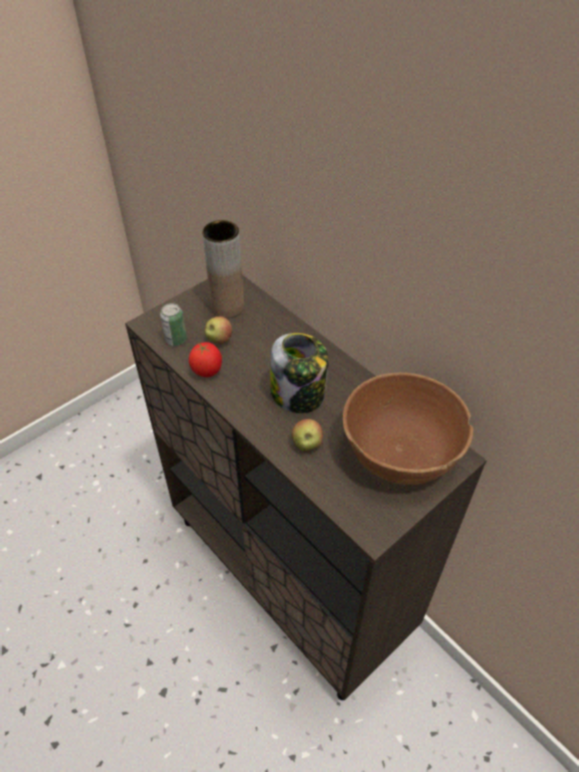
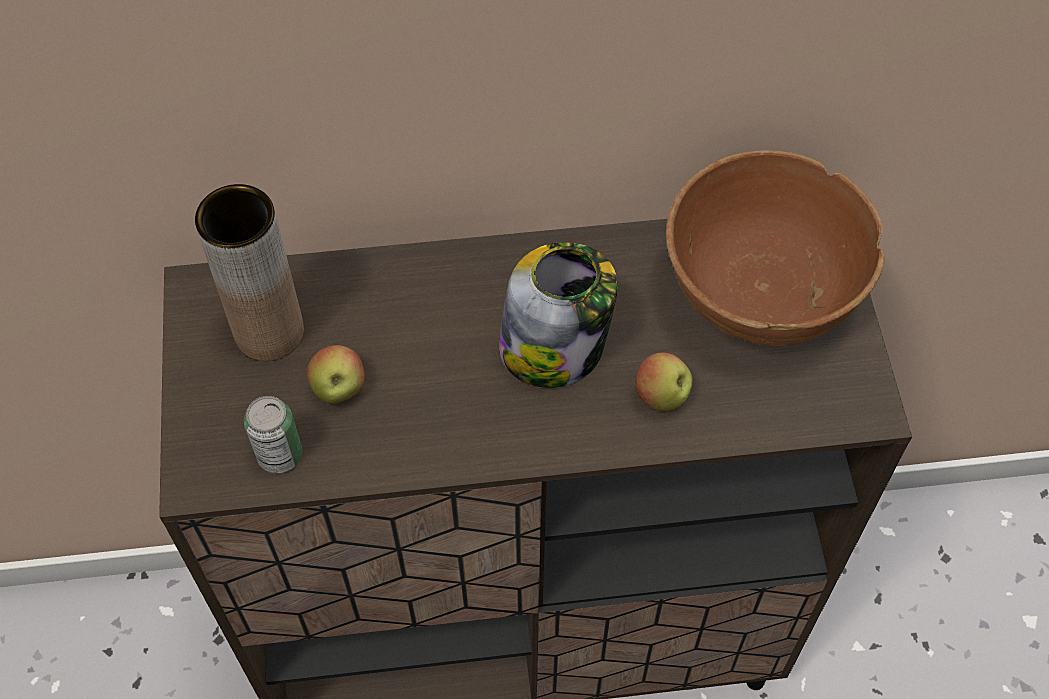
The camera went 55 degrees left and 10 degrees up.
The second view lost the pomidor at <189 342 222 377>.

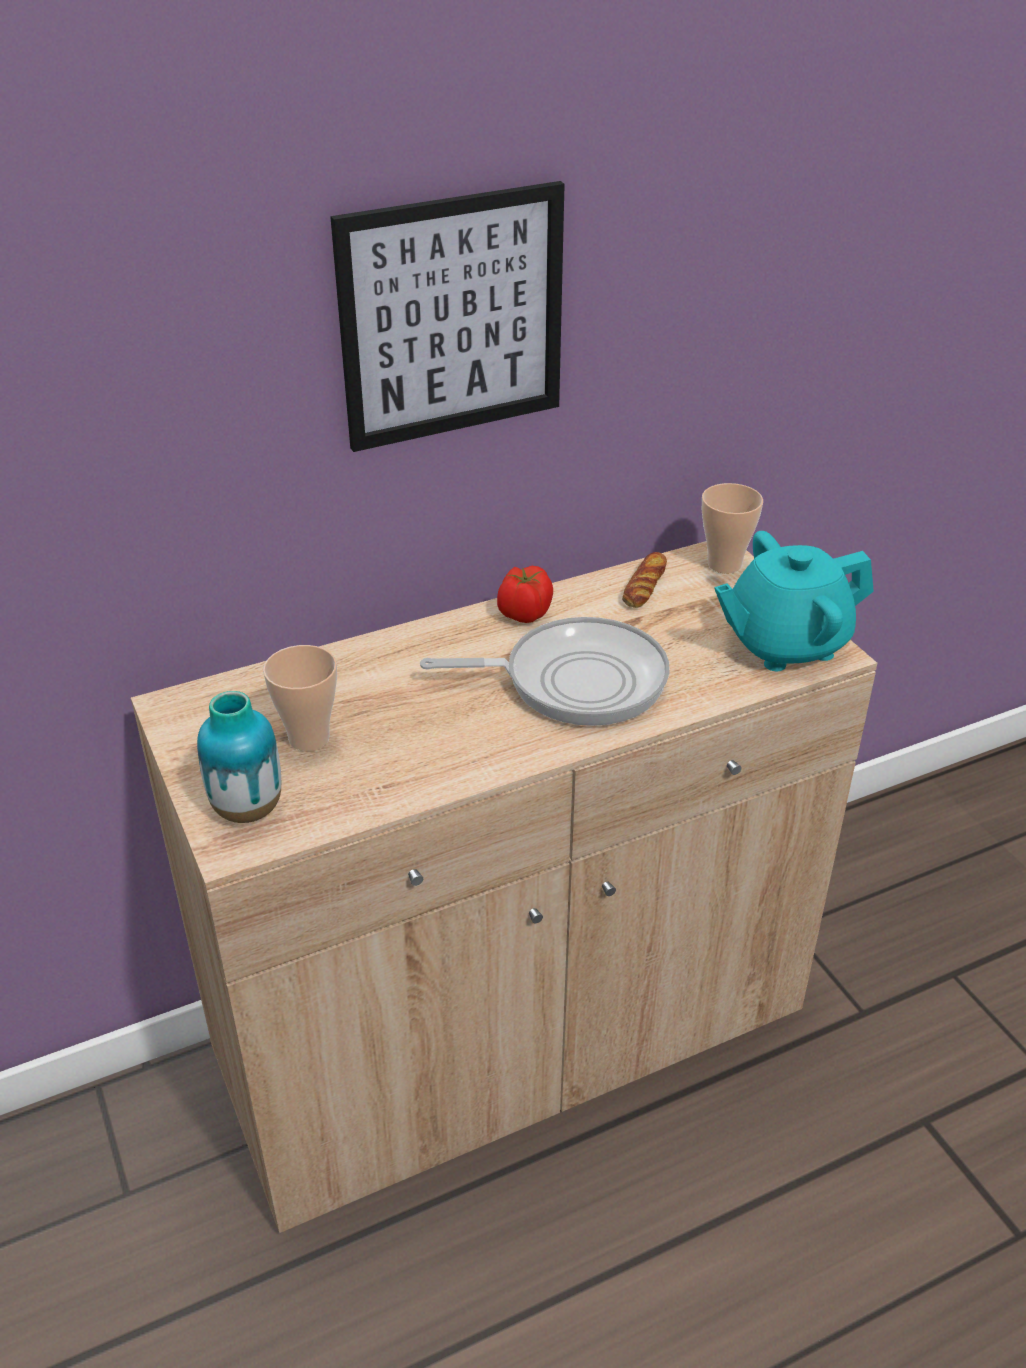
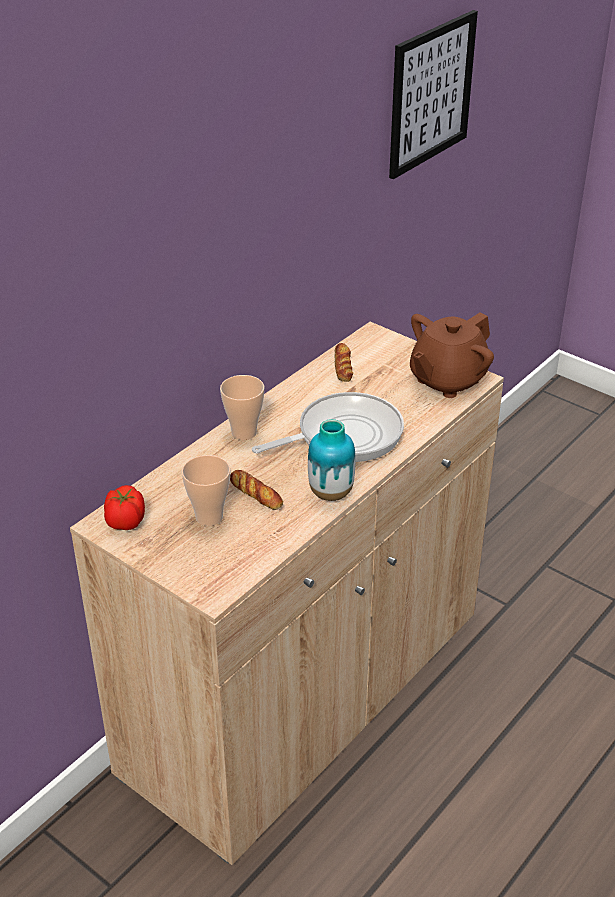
The camera went 25 degrees left and 0 degrees up.
The wazon ended up elsewhere, having gone from <197 691 281 823> to <308 419 355 501>.
The obraz ended up elsewhere, having gone from <330 181 565 452> to <389 10 478 179>.
The pomidor ended up elsewhere, having gone from <497 566 553 623> to <104 485 145 530>.
The filiżanka ended up elsewhere, having gone from <702 483 763 573> to <220 375 265 440>.
What was the imbryk/turkusowy at <714 531 874 671> turned into the imbryk/brązowy at <410 312 494 398>.
The second view gained the chleb at <230 470 283 510>.

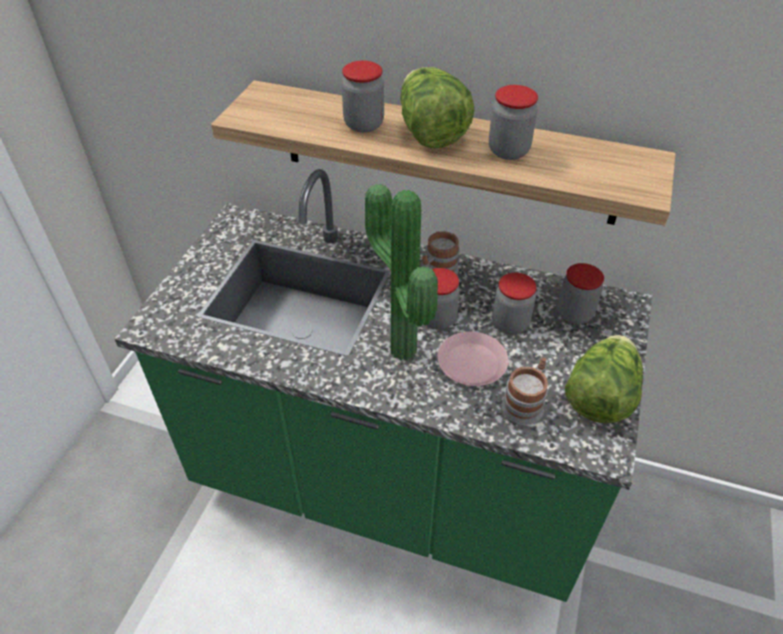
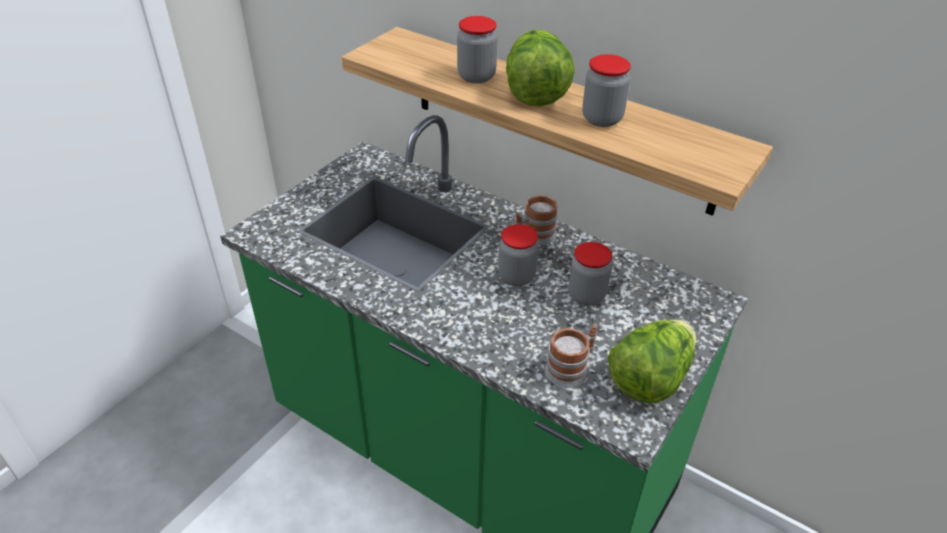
The camera went 15 degrees right and 5 degrees down.
The second view lost the roślina doniczkowa at <365 184 438 360>.
The second view lost the talerz/różowy at <437 332 509 386>.
The second view lost the słoik at <557 263 604 324>.

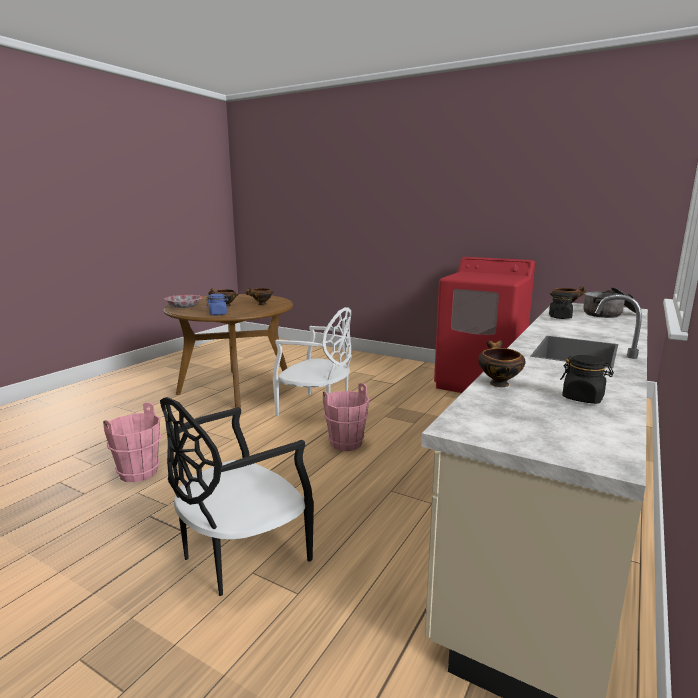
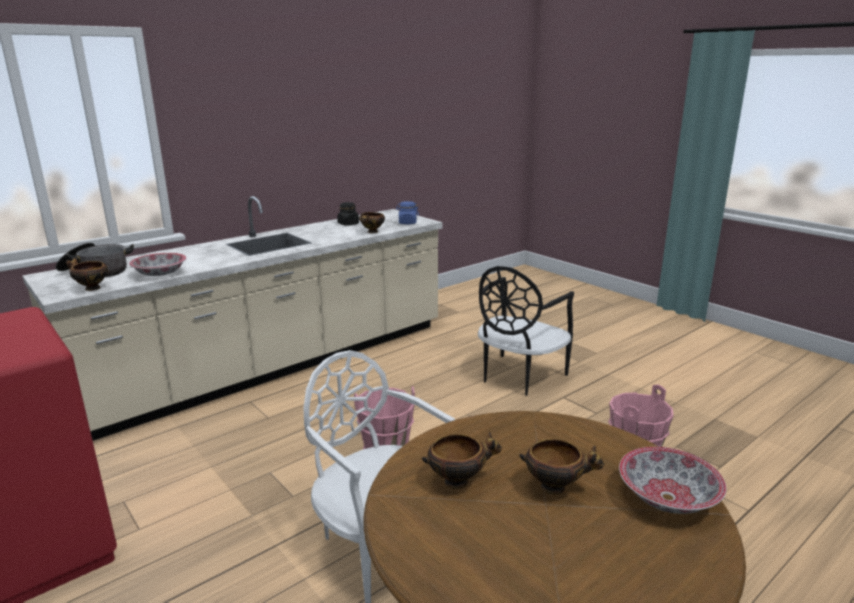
The camera went 160 degrees left and 5 degrees up.
The krzesło/czarny at <160 397 314 596> ended up facing another way, 150 degrees clockwise from before.
The słoik/niebieski ended up elsewhere, having gone from <206 294 229 315> to <396 201 419 224>.
Where the słoik/czarny stood at <549 293 573 319>, the miska came to stand at <129 253 186 276>.

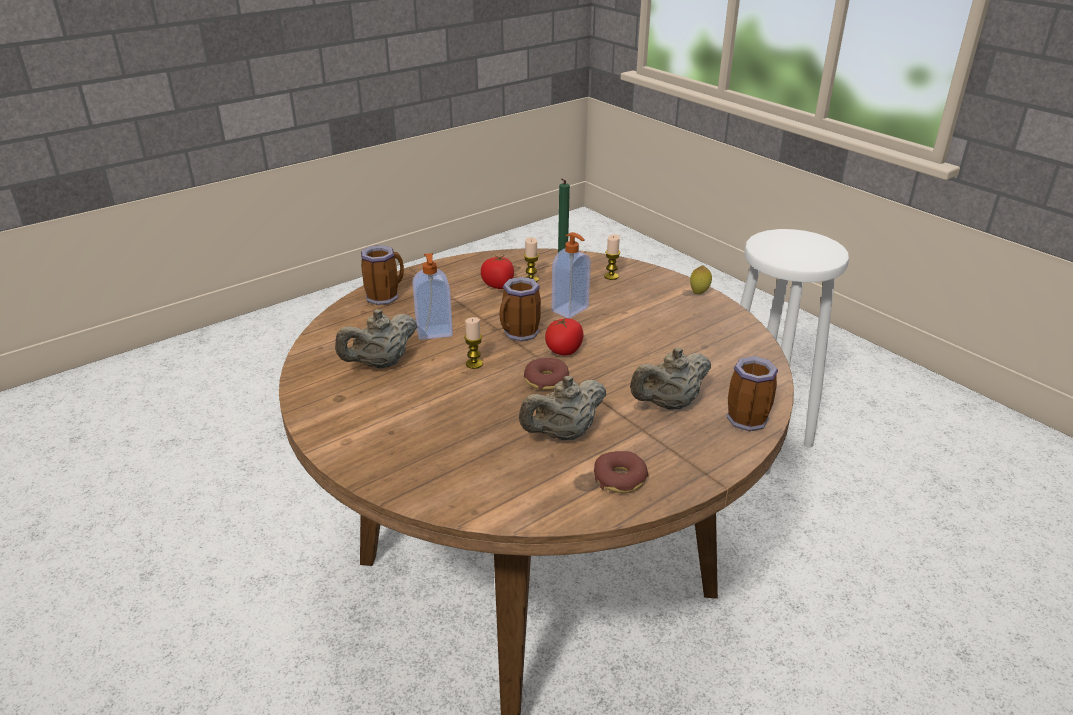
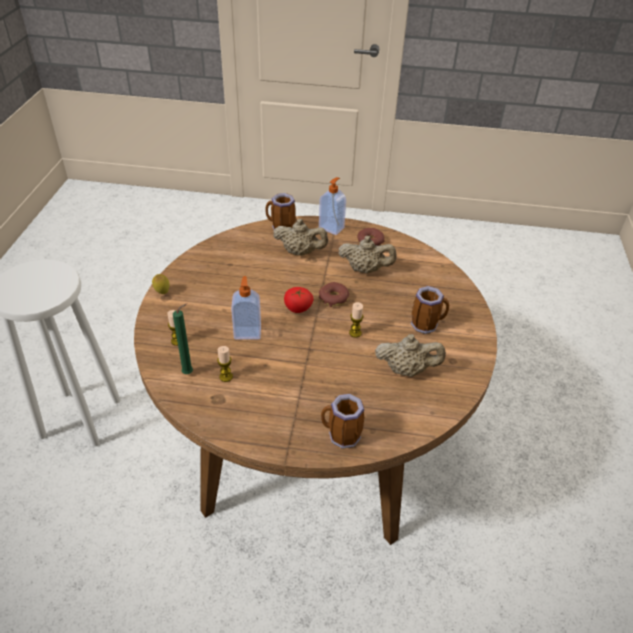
The camera went 135 degrees left and 10 degrees up.
The dozownik mydła ended up elsewhere, having gone from <412 253 453 340> to <319 177 346 235>.
The second view lost the pomidor at <481 255 514 289>.
The kubek ended up elsewhere, having gone from <499 277 541 342> to <411 286 449 334>.

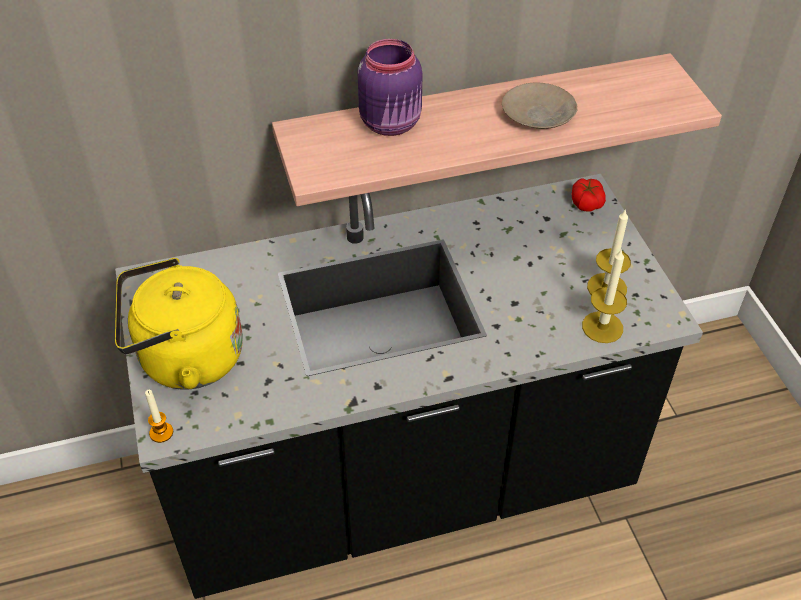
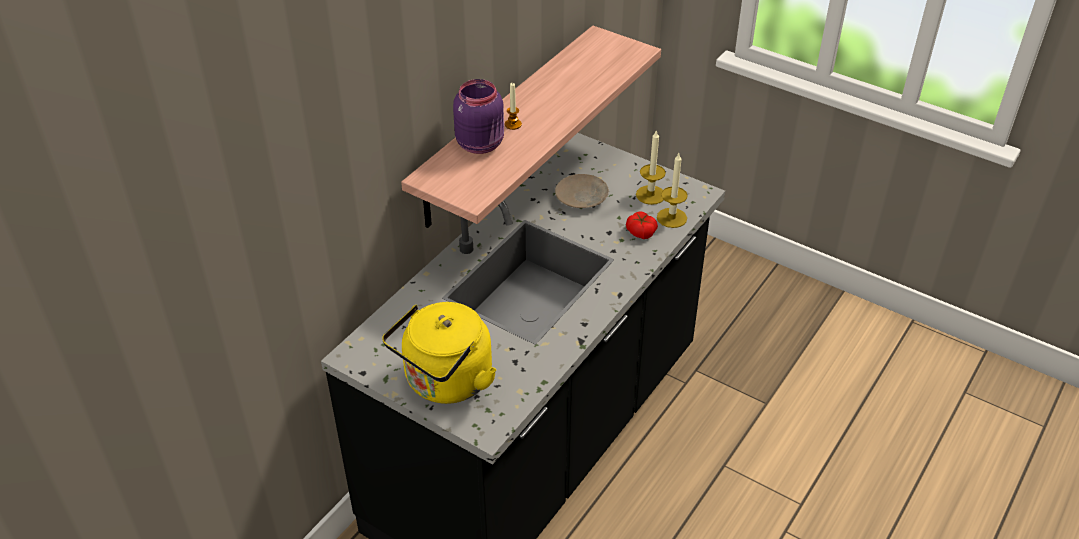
The camera went 40 degrees left and 5 degrees down.
The świeca ended up elsewhere, having gone from <145 390 173 443> to <505 82 522 130>.
The talerz/beżowy ended up elsewhere, having gone from <502 83 577 129> to <555 174 609 208>.
The pomidor ended up elsewhere, having gone from <572 178 606 212> to <626 211 658 239>.

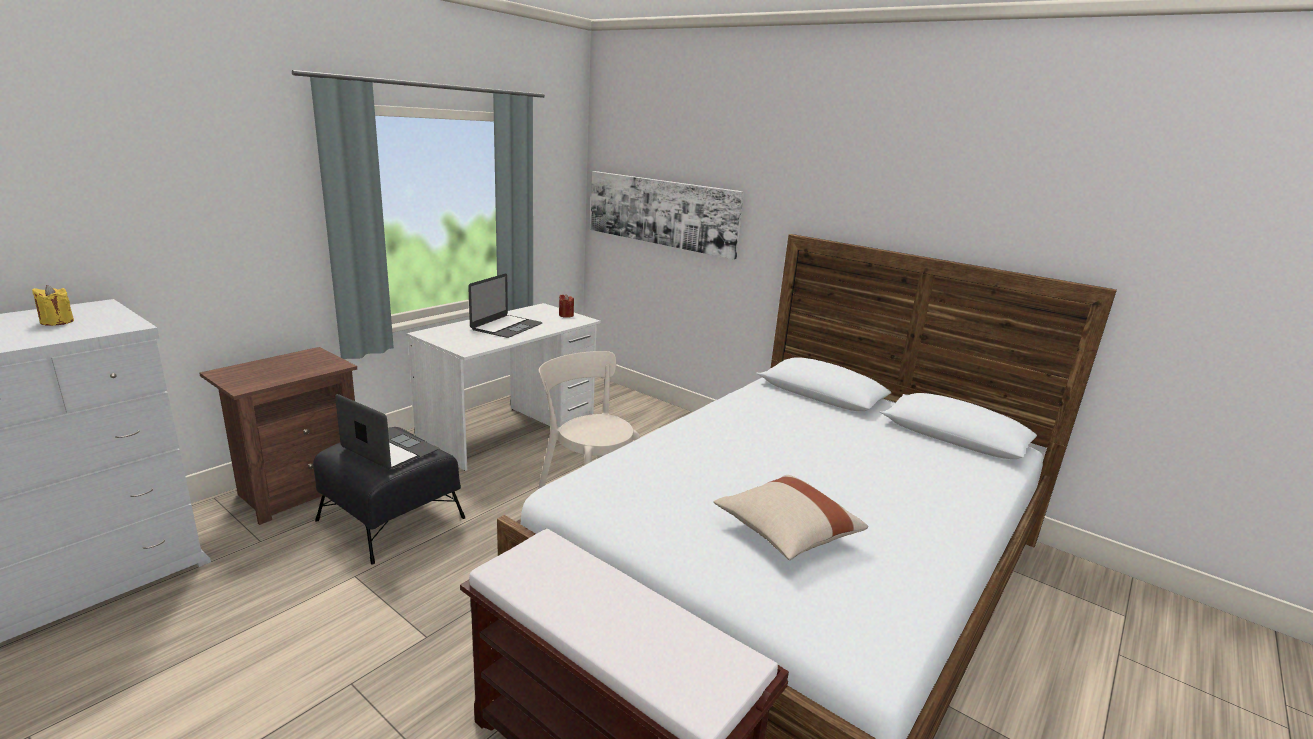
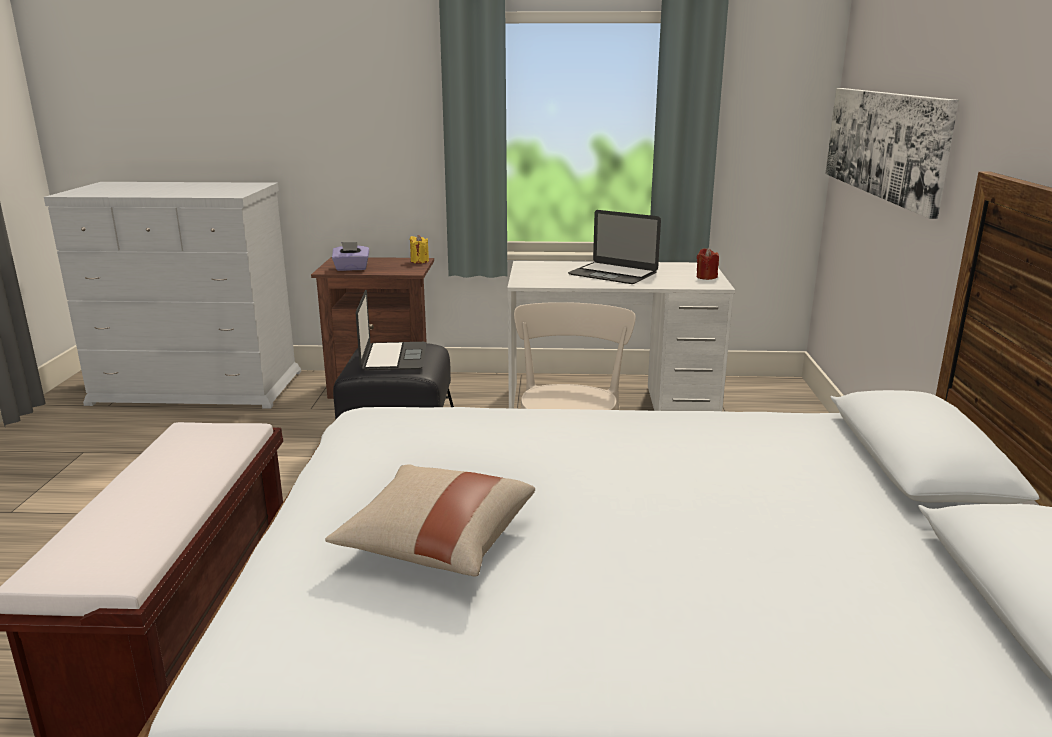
The camera went 55 degrees right and 0 degrees up.
The świeca/żółty ended up elsewhere, having gone from <32 285 74 326> to <409 235 429 264>.
The laptop at <468 274 543 338> ended up facing another way, 45 degrees clockwise from before.
The second view gained the pudełko chusteczek/fioletowy at <332 242 370 271>.

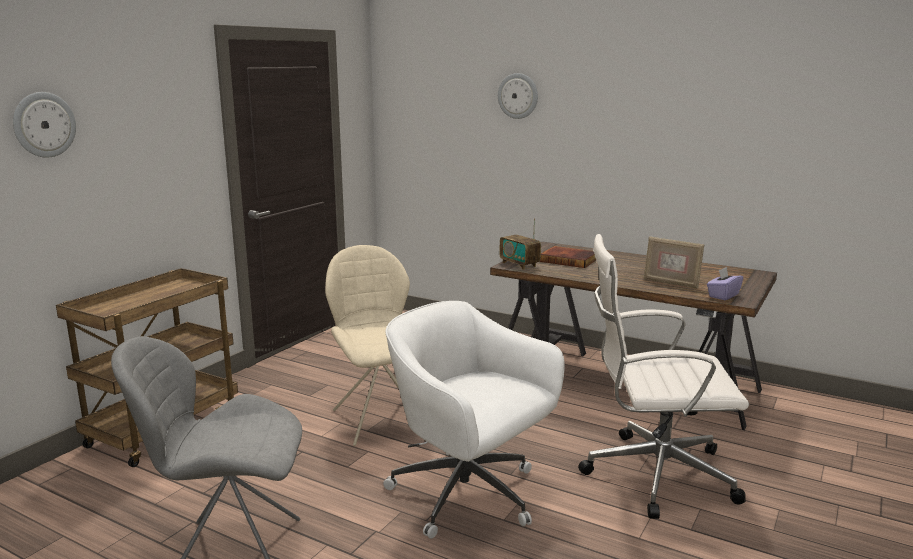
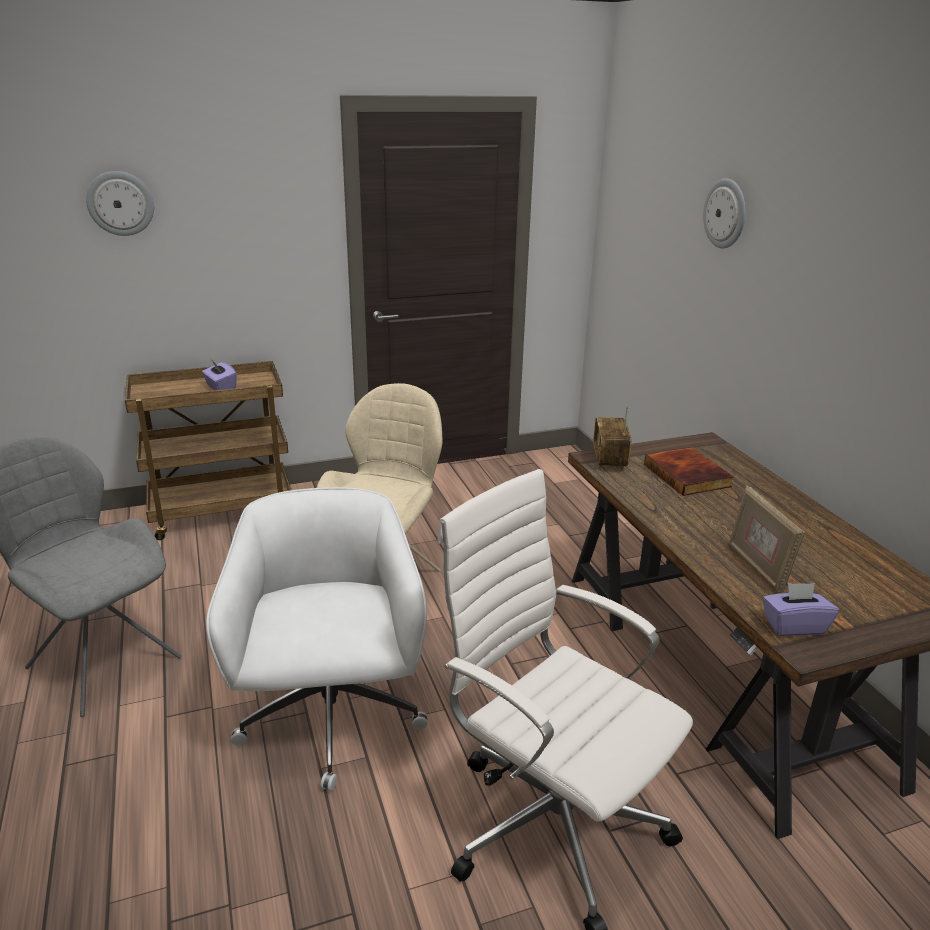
The camera went 40 degrees right and 10 degrees up.
The second view gained the pudełko chusteczek/fioletowy at <202 359 237 390>.

